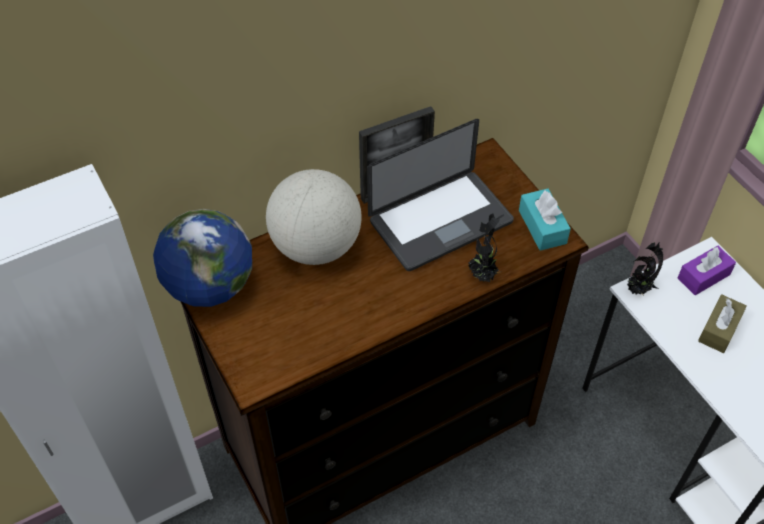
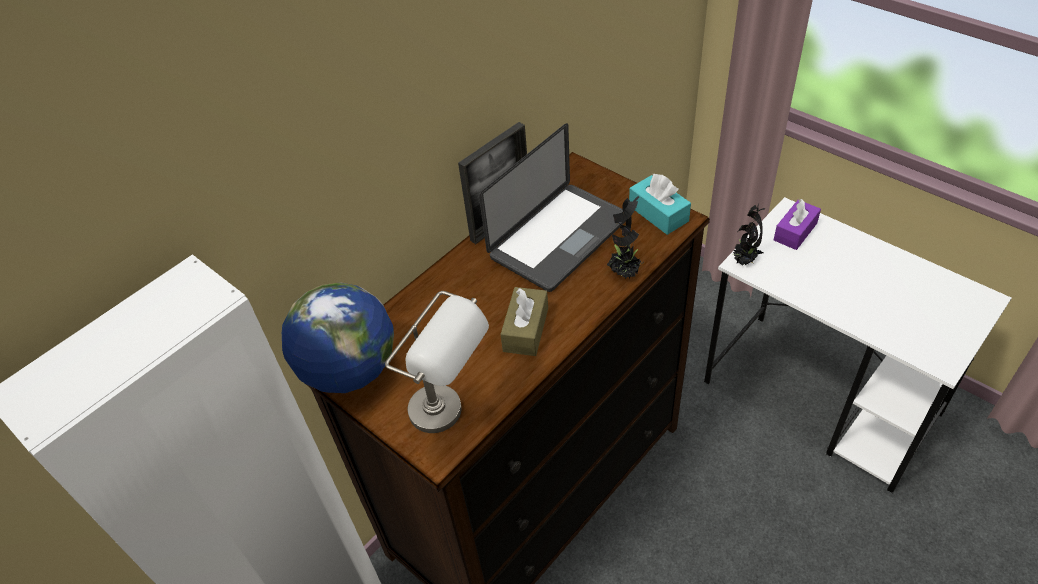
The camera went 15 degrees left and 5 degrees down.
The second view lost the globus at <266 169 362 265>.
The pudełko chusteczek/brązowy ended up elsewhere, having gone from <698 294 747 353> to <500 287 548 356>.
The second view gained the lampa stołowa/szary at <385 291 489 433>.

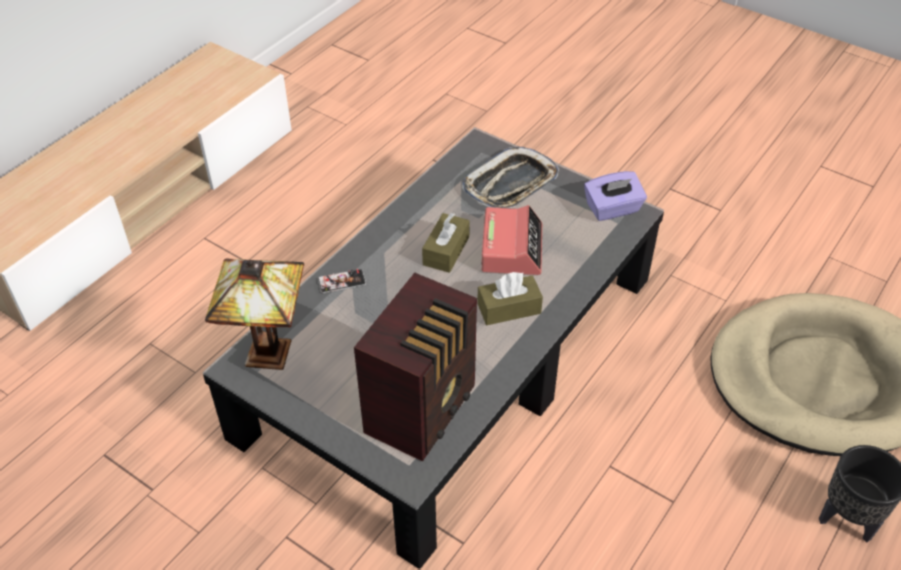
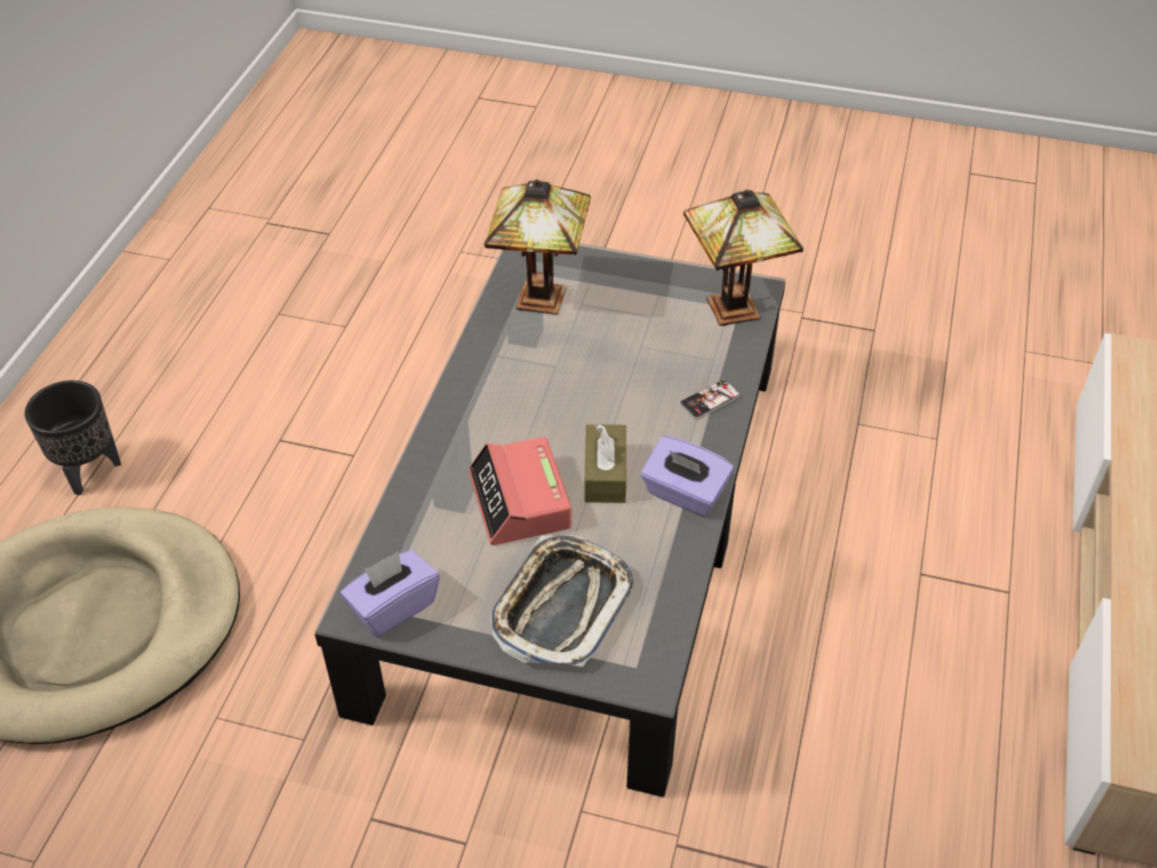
The camera went 160 degrees right and 0 degrees up.
Where the radio stood at <354 273 477 462>, the lampa stołowa came to stand at <484 179 591 315>.
The second view lost the pudełko chusteczek/brązowy at <477 272 543 325>.
The second view gained the pudełko chusteczek/fioletowy at <641 436 734 516>.

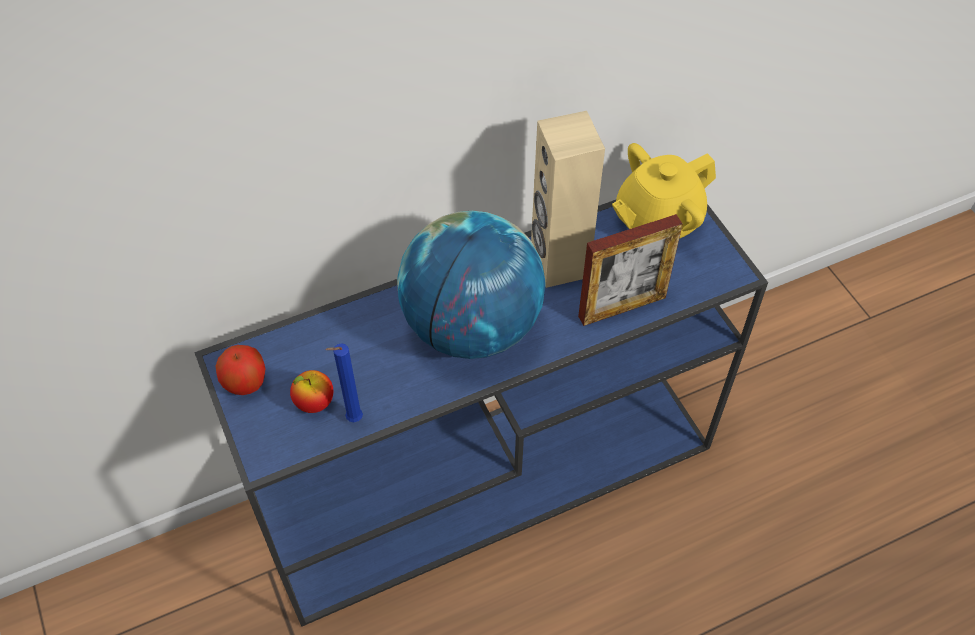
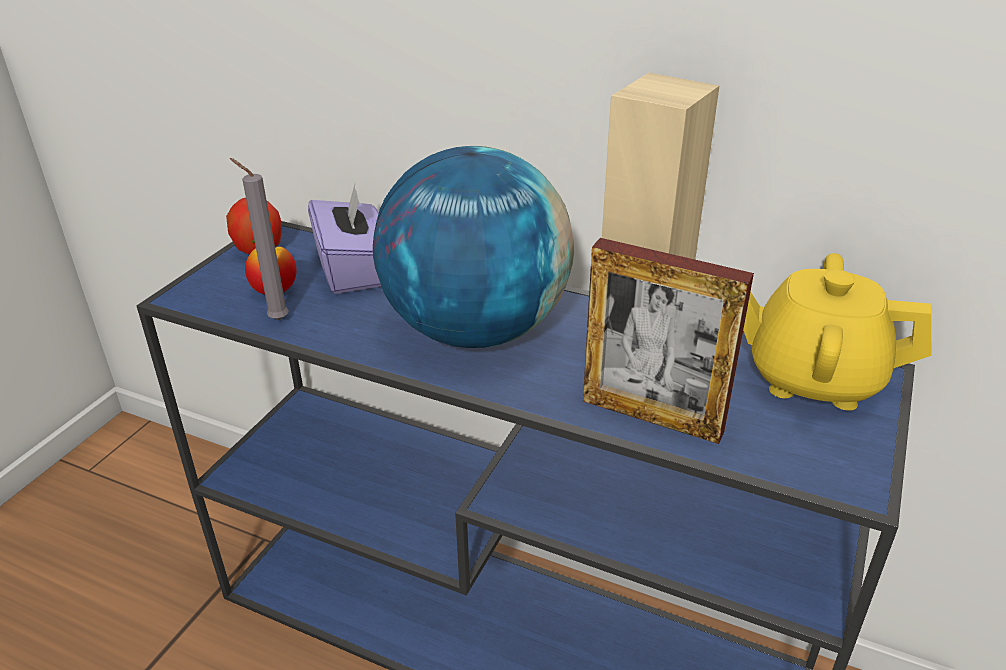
The camera went 50 degrees right and 20 degrees down.
What was the świeca/niebieski at <325 343 363 422> turned into the świeca/szary at <230 158 289 320>.
The second view gained the pudełko chusteczek/fioletowy at <308 185 381 294>.

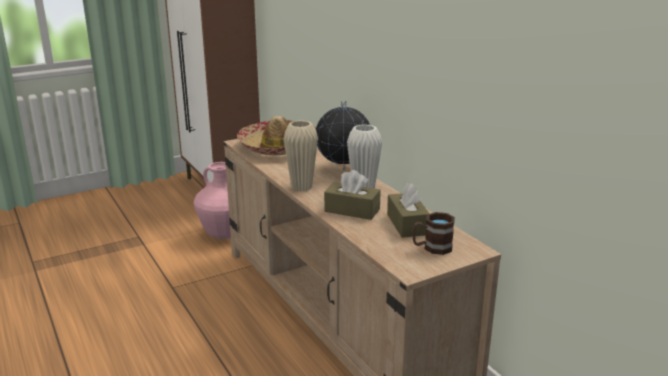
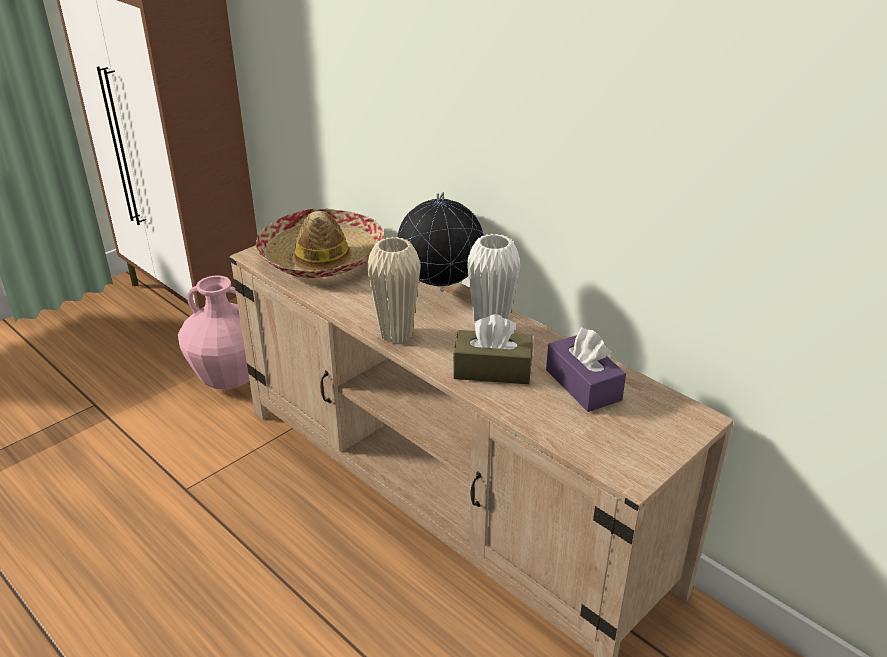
The camera went 15 degrees left and 10 degrees up.
What was the pudełko chusteczek/brązowy at <387 183 430 238> turned into the pudełko chusteczek/fioletowy at <546 328 626 412>.
The second view lost the kubek/brązowy at <413 212 455 255>.

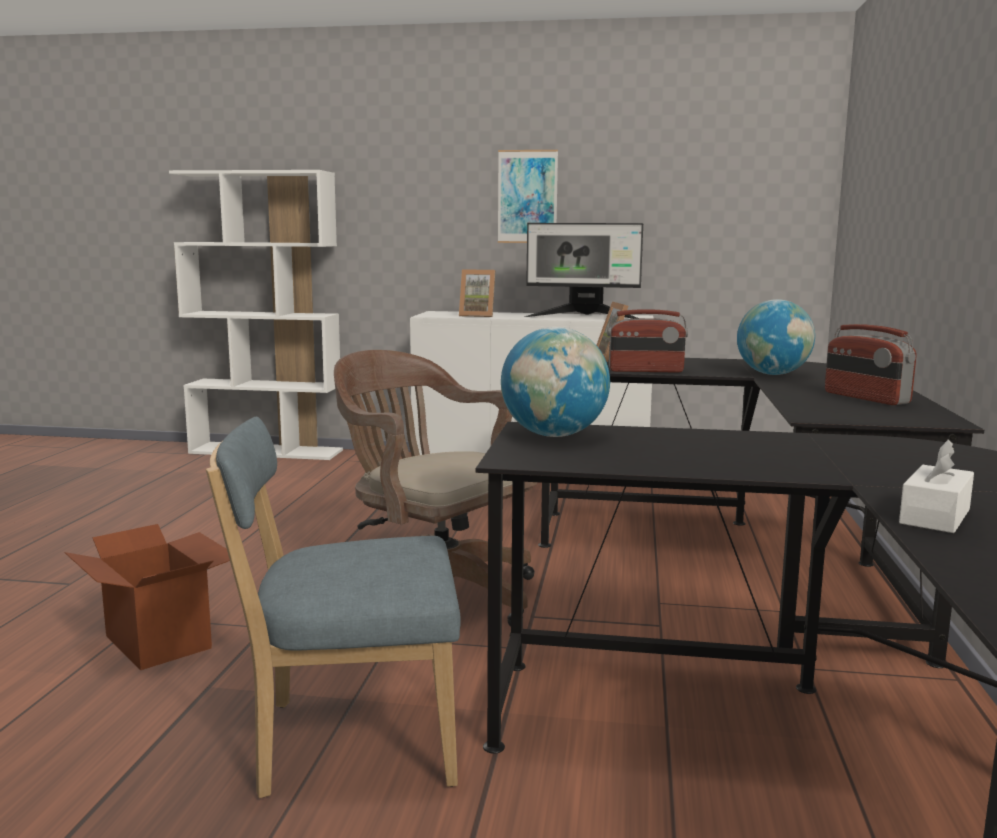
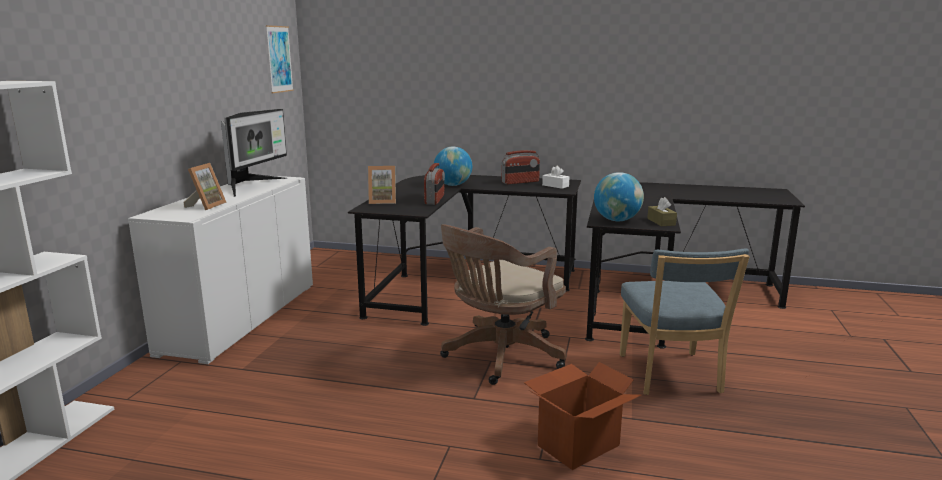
The camera went 85 degrees left and 5 degrees up.
The obraz ended up elsewhere, having gone from <498 150 558 243> to <266 25 294 93>.
The pudełko chusteczek/biały ended up elsewhere, having gone from <899 440 974 533> to <542 166 569 189>.
The second view gained the pudełko chusteczek/brązowy at <647 197 677 226>.

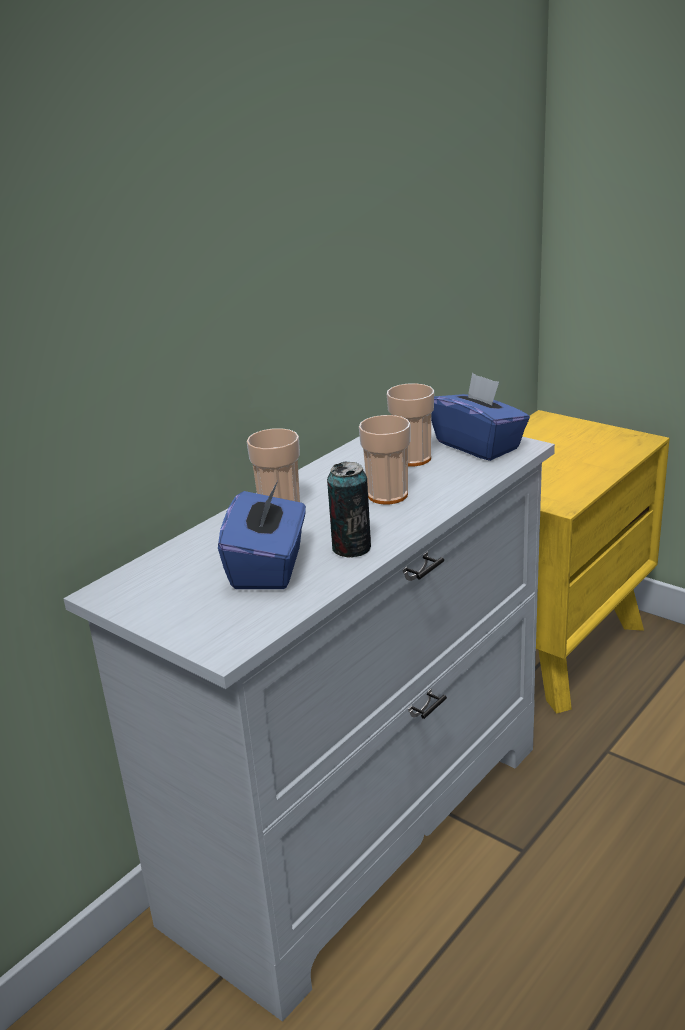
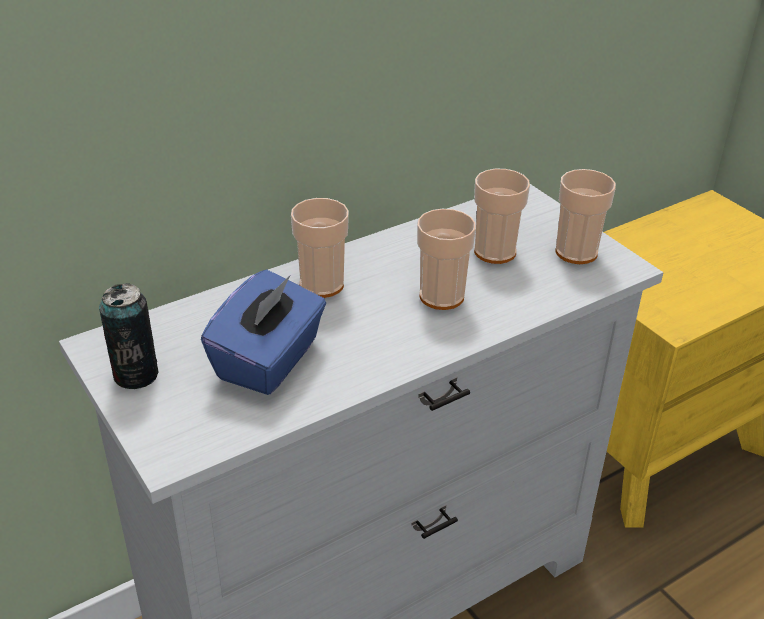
The camera went 15 degrees right and 10 degrees up.
The puszka ended up elsewhere, having gone from <327 461 371 558> to <99 283 159 389>.
Where the pudełko chusteczek/niebieski stood at <431 373 530 461>, the filiżanka came to stand at <555 169 616 264>.

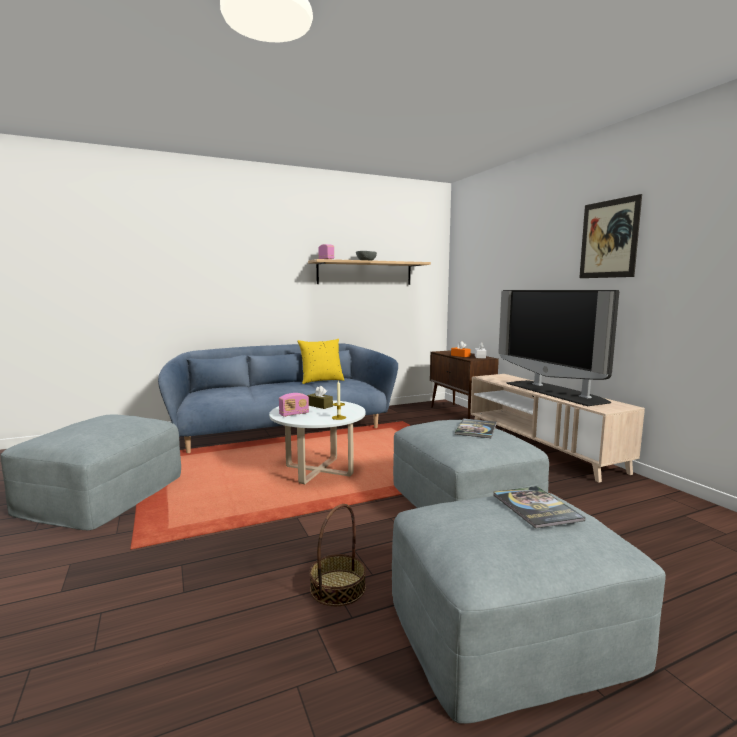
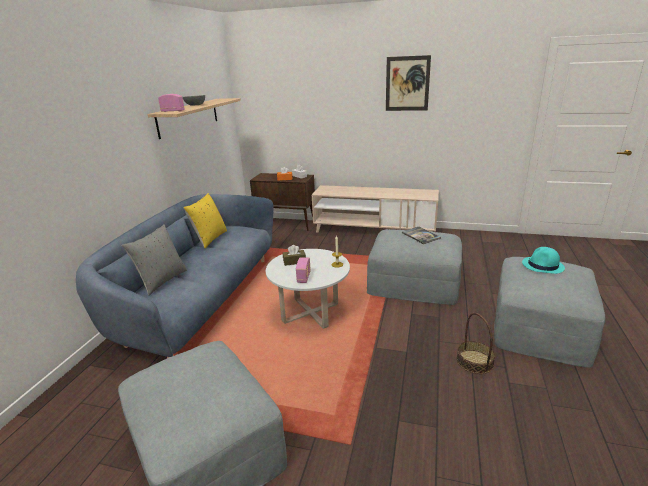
The camera went 50 degrees left and 15 degrees up.
Where the książka stood at <493 486 586 529>, the kapelusz/turkusowy came to stand at <522 247 565 274>.
The second view lost the telewizor at <498 290 619 406>.
The second view gained the poduszka/szary at <122 224 187 295>.

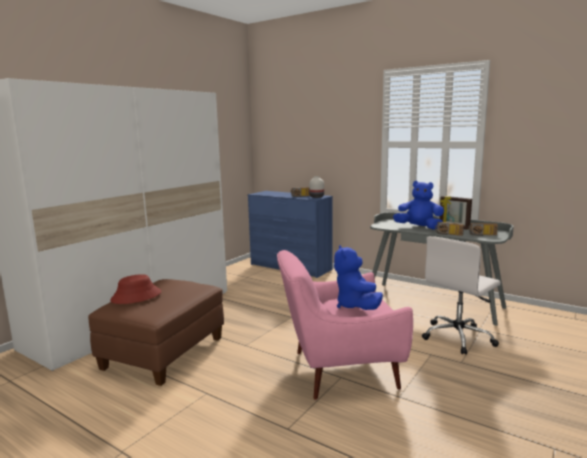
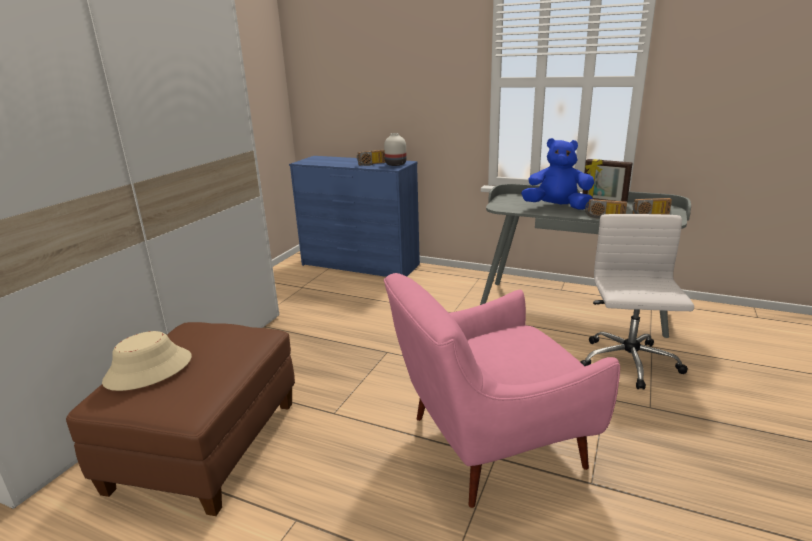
The camera went 10 degrees left and 10 degrees up.
What was the kapelusz/czerwony at <110 274 161 304> turned into the kapelusz/beżowy at <102 331 192 391>.
The second view lost the pluszak/niebieski at <334 245 383 310>.
The krzesło biurowe/biały at <422 236 501 354> ended up facing another way, 150 degrees clockwise from before.

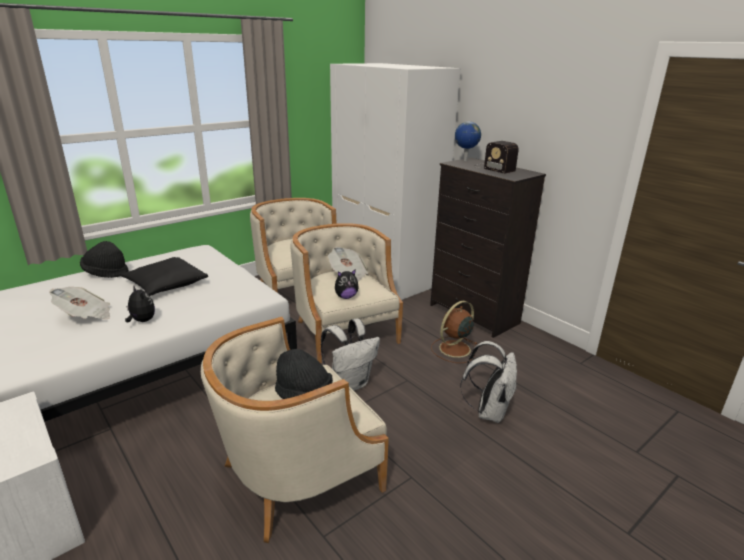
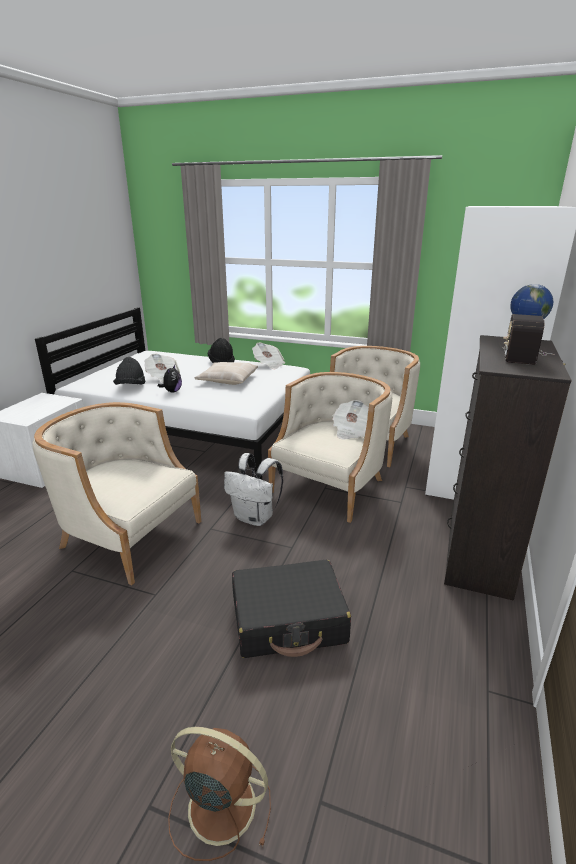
The camera went 60 degrees right and 0 degrees up.
What was the poduszka/czarny at <120 257 208 296> turned into the poduszka/beżowy at <195 362 258 385>.
The kapelusz/czarny ended up elsewhere, having gone from <275 349 333 399> to <113 357 145 385>.
The second view lost the pluszak at <335 269 359 299>.
The wentylator/brązowy ended up elsewhere, having gone from <431 301 477 363> to <168 727 271 861>.
Where the plecak/biały stood at <460 341 517 423>, the walizka/czarny came to stand at <232 560 351 658>.
The second view gained the gazeta at <252 343 285 369>.

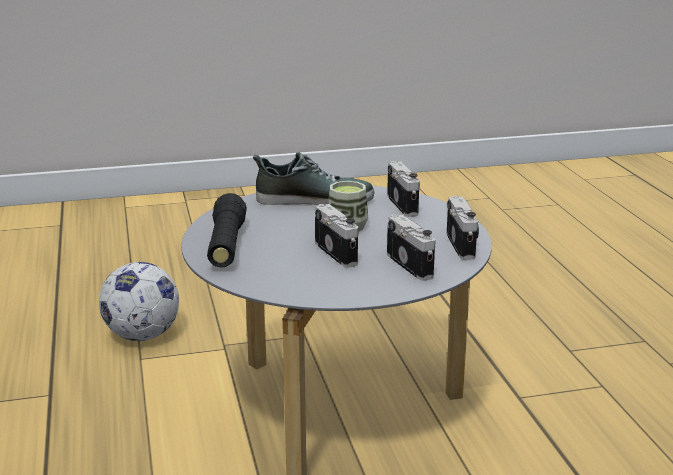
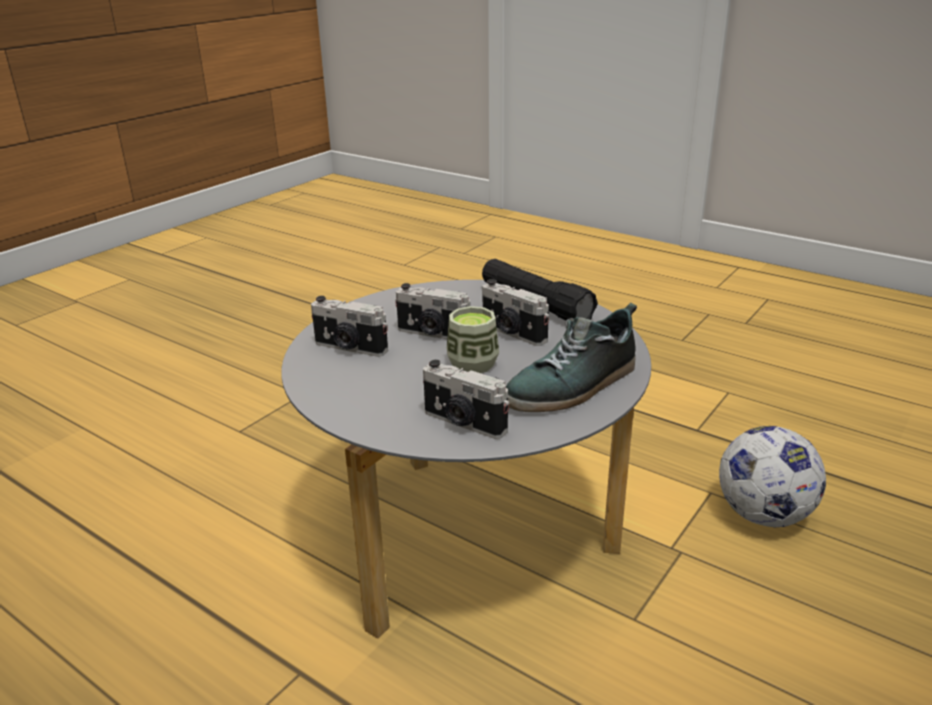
The camera went 140 degrees right and 5 degrees up.
The aparat fotograficzny ended up elsewhere, having gone from <447 196 479 260> to <482 279 549 346>.

